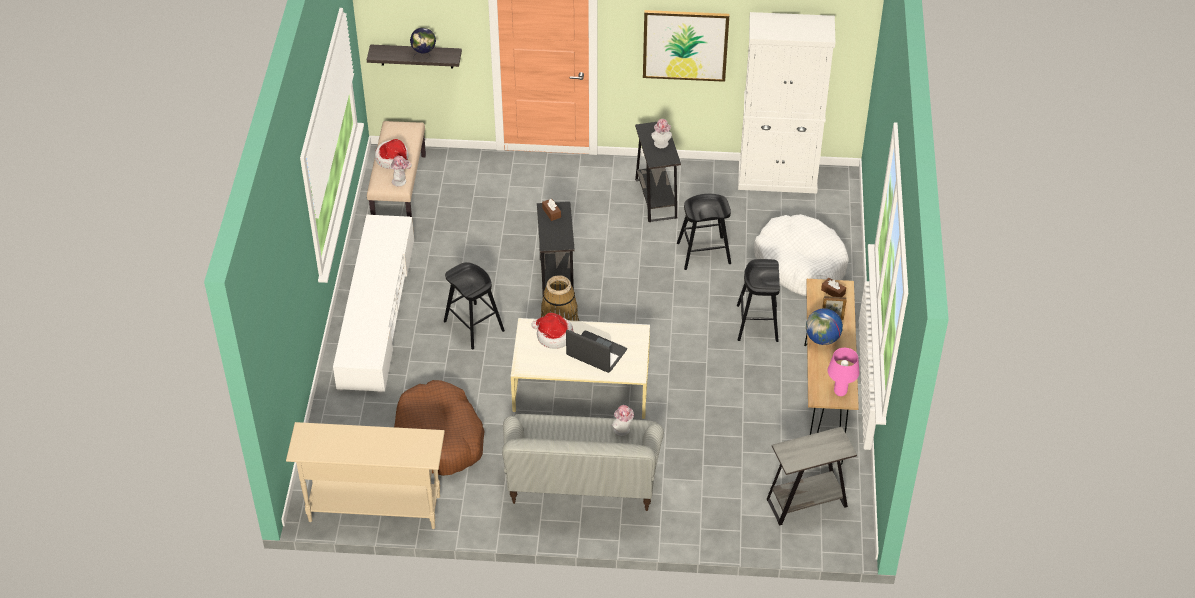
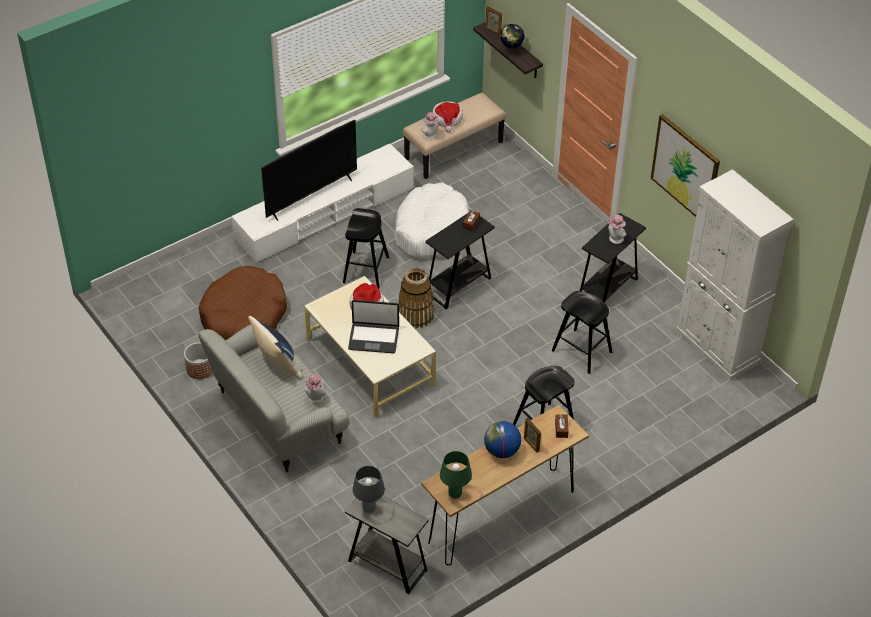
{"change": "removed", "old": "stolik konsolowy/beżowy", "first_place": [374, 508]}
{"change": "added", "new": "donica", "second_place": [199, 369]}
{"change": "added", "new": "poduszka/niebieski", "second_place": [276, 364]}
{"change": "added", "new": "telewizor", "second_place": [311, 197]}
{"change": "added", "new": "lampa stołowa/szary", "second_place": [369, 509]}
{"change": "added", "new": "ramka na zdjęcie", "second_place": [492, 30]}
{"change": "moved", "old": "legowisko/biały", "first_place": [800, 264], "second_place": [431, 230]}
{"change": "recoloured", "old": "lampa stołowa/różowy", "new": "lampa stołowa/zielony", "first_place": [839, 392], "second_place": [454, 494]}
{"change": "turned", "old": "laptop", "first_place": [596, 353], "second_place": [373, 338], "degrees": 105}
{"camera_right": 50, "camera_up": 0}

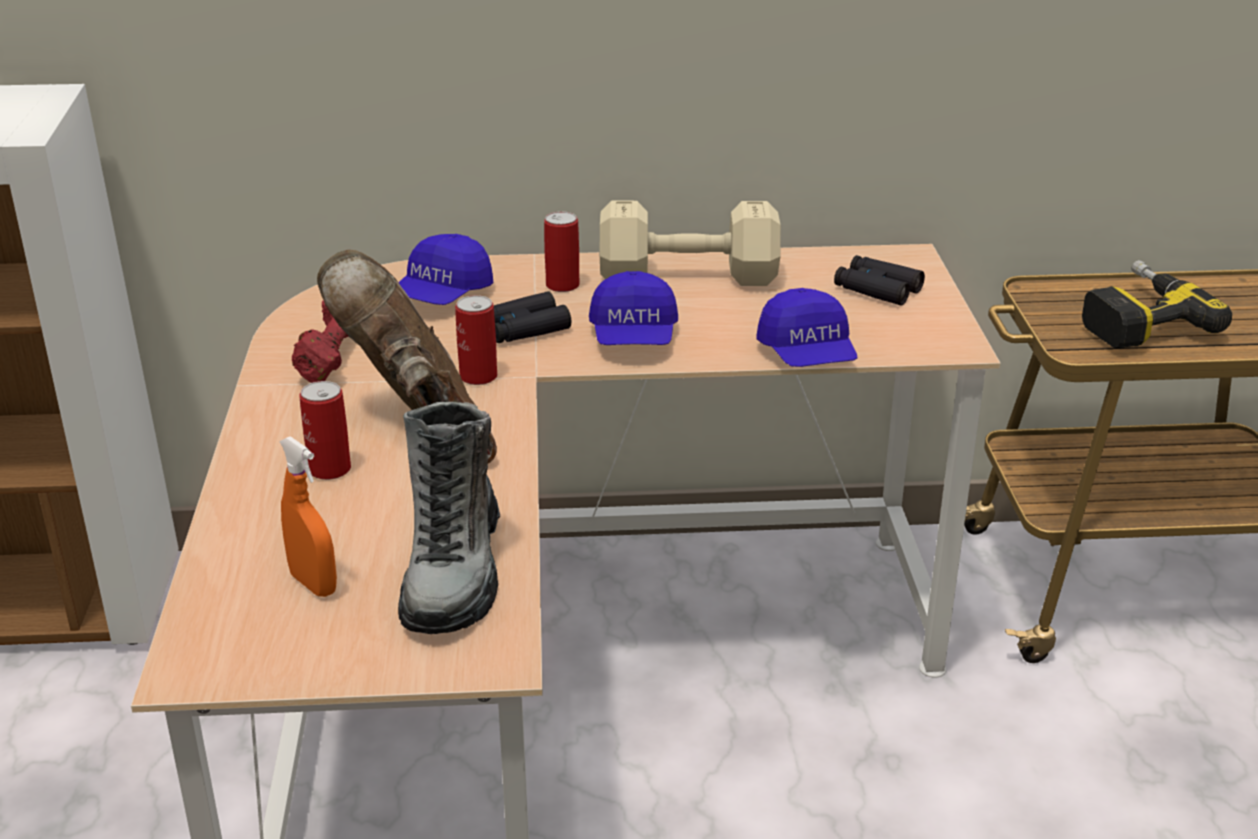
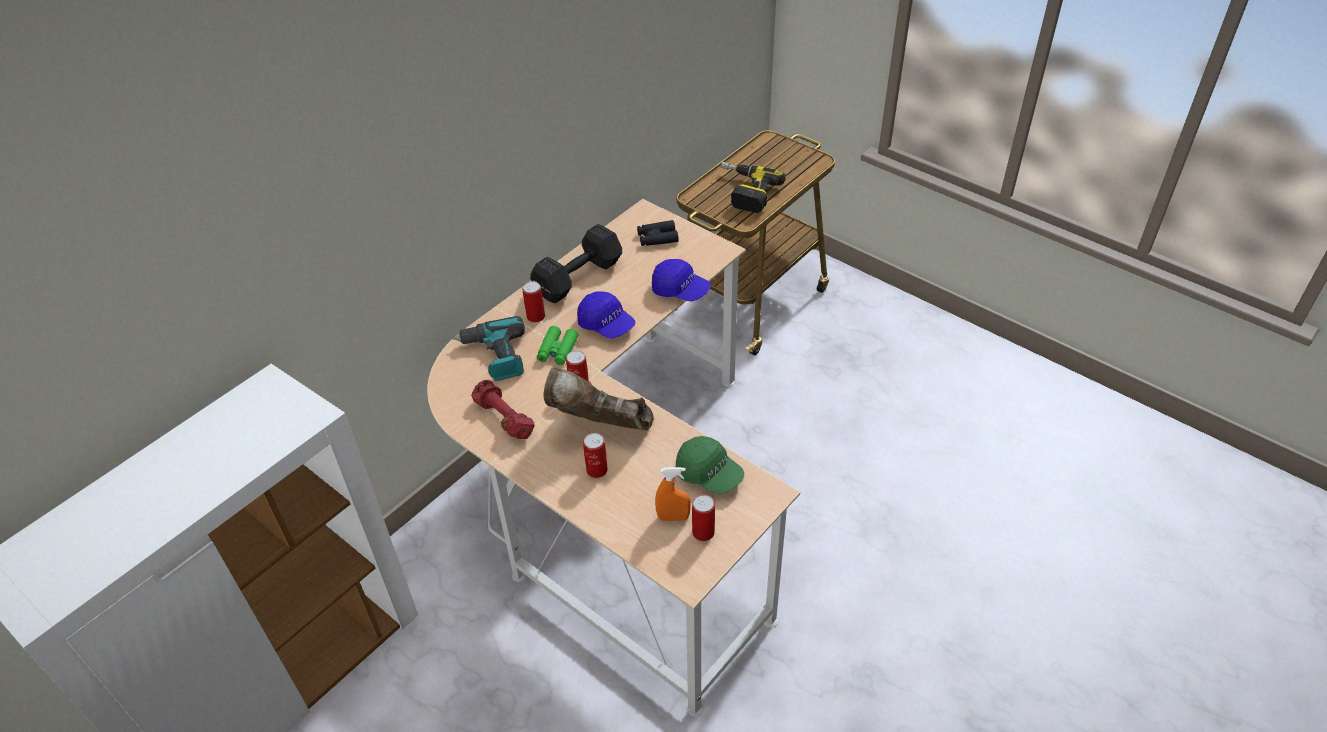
{"change": "added", "new": "puszka", "second_place": [703, 532]}
{"change": "replaced", "old": "czapka z daszkiem/niebieski", "new": "wiertarka", "first_place": [442, 296], "second_place": [495, 356]}
{"change": "replaced", "old": "but z cholewką", "new": "czapka z daszkiem/zielony", "first_place": [454, 571], "second_place": [709, 474]}
{"change": "recoloured", "old": "lornetka/czarny", "new": "lornetka/zielony", "first_place": [523, 329], "second_place": [557, 350]}
{"change": "recoloured", "old": "hantel/beżowy", "new": "hantel/czarny", "first_place": [684, 276], "second_place": [576, 278]}
{"camera_right": -45, "camera_up": 15}

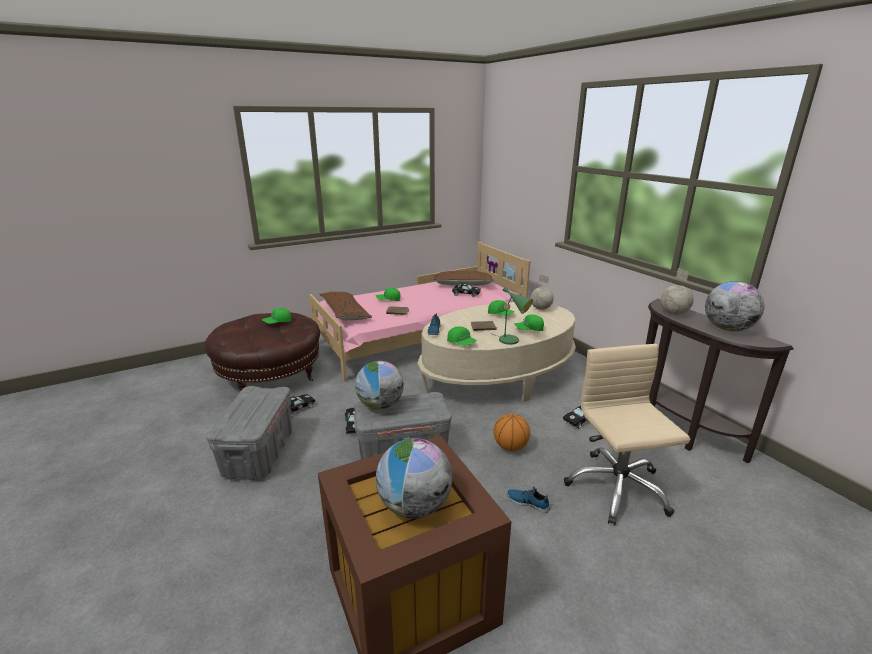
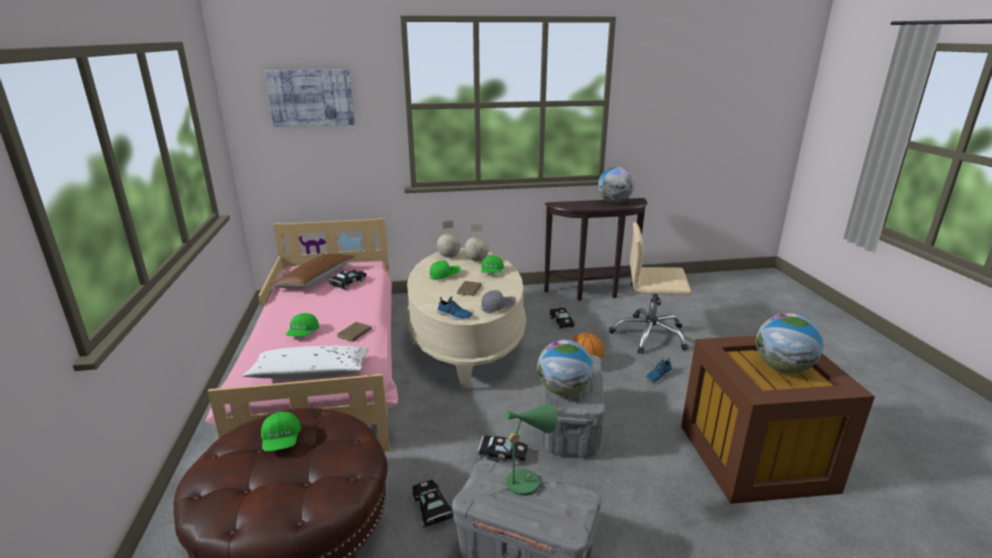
{"change": "added", "new": "obraz", "second_place": [311, 98]}
{"change": "moved", "old": "lampa stołowa/zielony", "first_place": [512, 341], "second_place": [526, 480]}
{"change": "moved", "old": "globus", "first_place": [673, 313], "second_place": [476, 260]}
{"change": "recoloured", "old": "poduszka/brązowy", "new": "poduszka/biały", "first_place": [345, 313], "second_place": [311, 373]}
{"change": "recoloured", "old": "czapka z daszkiem/zielony", "new": "czapka z daszkiem/szary", "first_place": [461, 343], "second_place": [498, 307]}
{"camera_right": -70, "camera_up": 0}

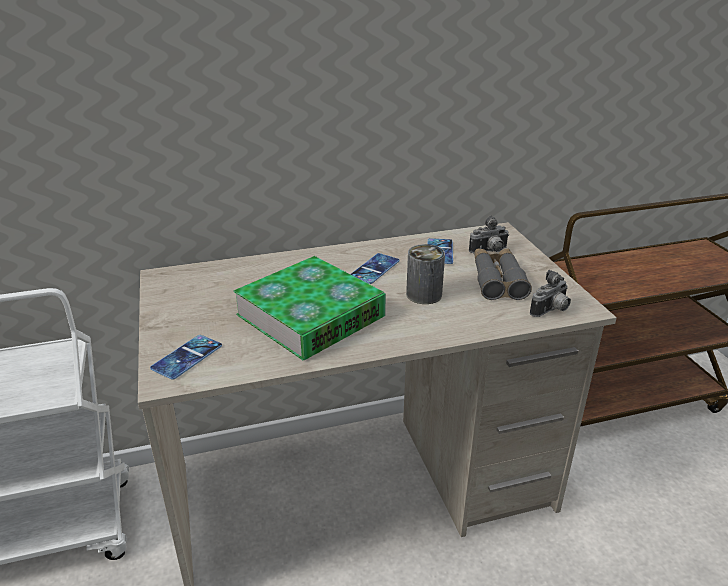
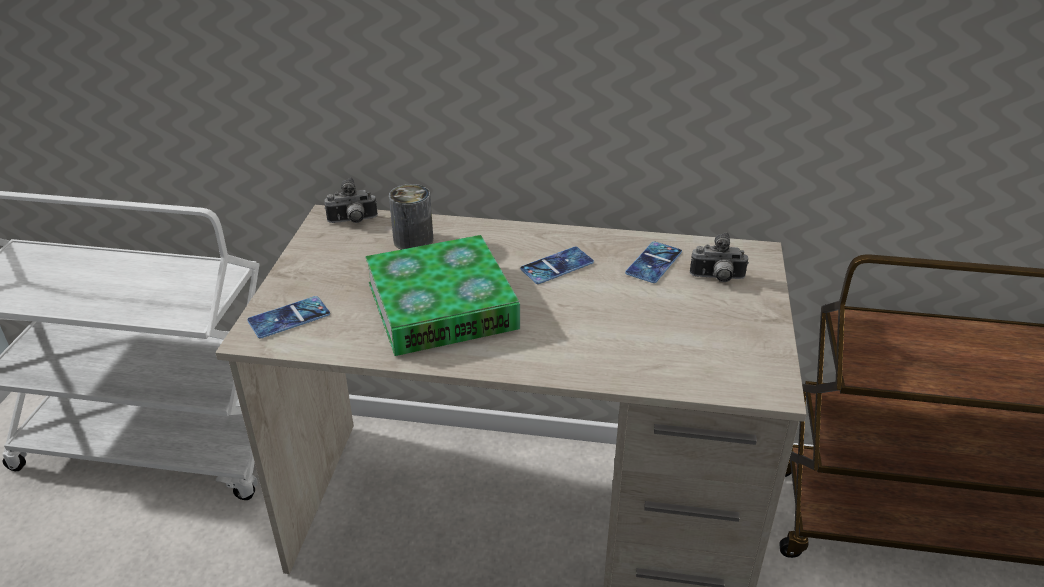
{"change": "removed", "old": "lornetka/szary", "first_place": [497, 280]}
{"change": "moved", "old": "puszka", "first_place": [424, 294], "second_place": [413, 240]}
{"change": "moved", "old": "aparat fotograficzny", "first_place": [551, 311], "second_place": [353, 221]}
{"camera_right": 25, "camera_up": 5}

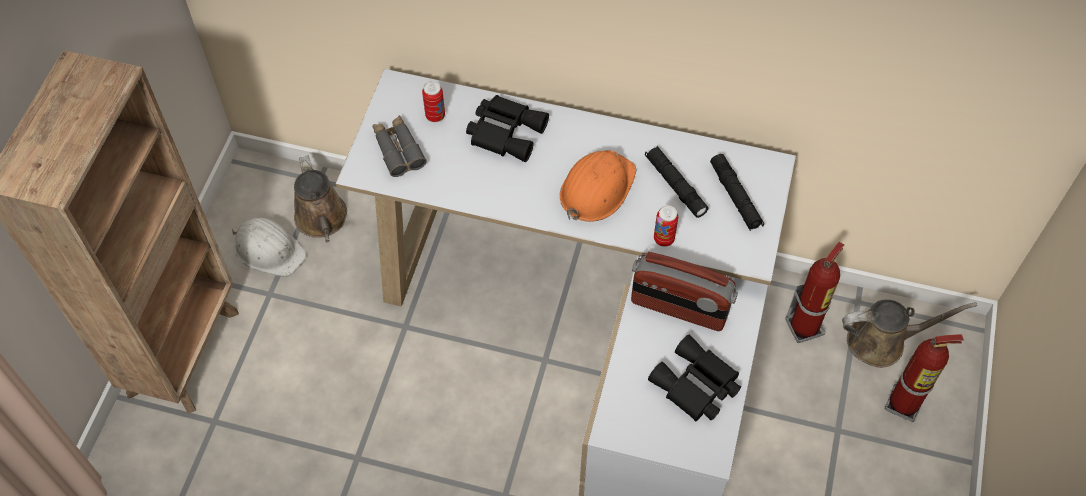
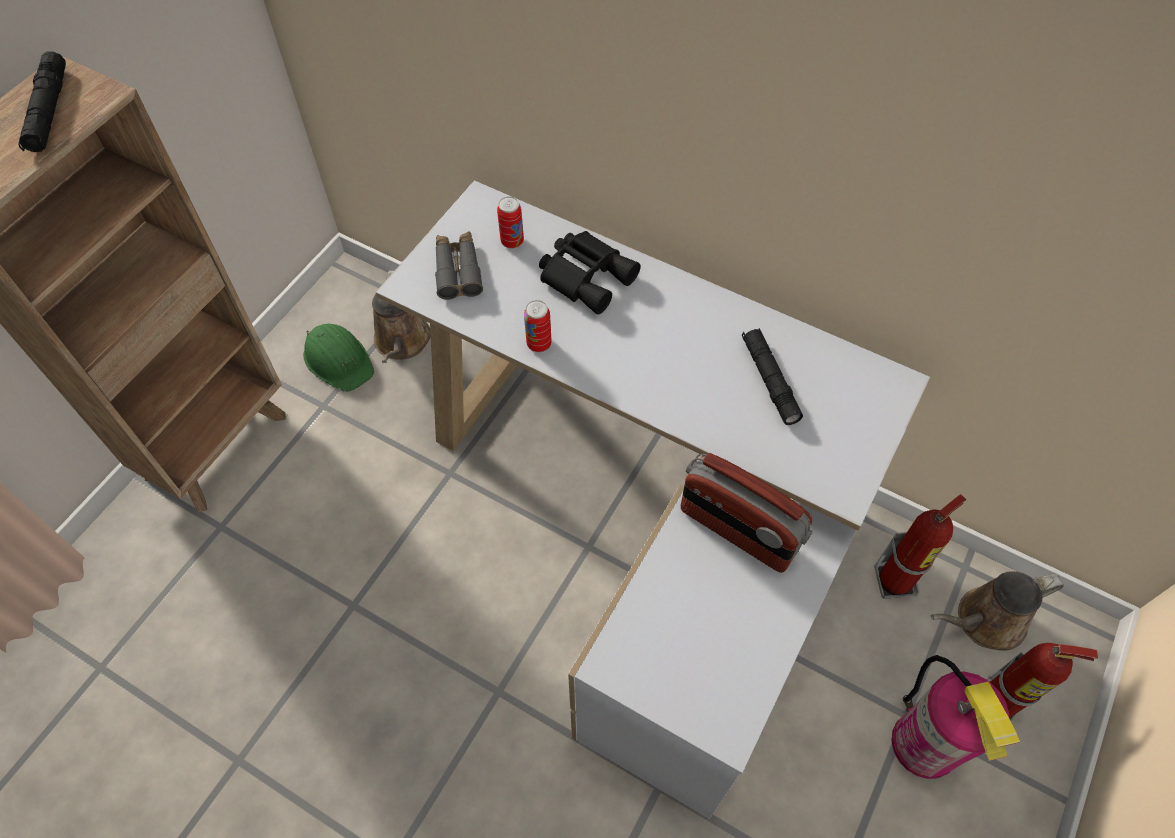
{"change": "removed", "old": "kask/pomarańczowy", "first_place": [596, 188]}
{"change": "removed", "old": "lornetka/czarny", "first_place": [695, 386]}
{"change": "added", "new": "gaśnica", "second_place": [925, 744]}
{"change": "moved", "old": "puszka", "first_place": [664, 239], "second_place": [539, 344]}
{"change": "moved", "old": "latarka/czarny", "first_place": [735, 197], "second_place": [49, 111]}
{"change": "recoloured", "old": "kask/biały", "new": "kask/zielony", "first_place": [269, 249], "second_place": [338, 360]}
{"change": "turned", "old": "konewka/brązowy", "first_place": [882, 341], "second_place": [984, 621], "degrees": 150}
{"camera_right": 15, "camera_up": 0}

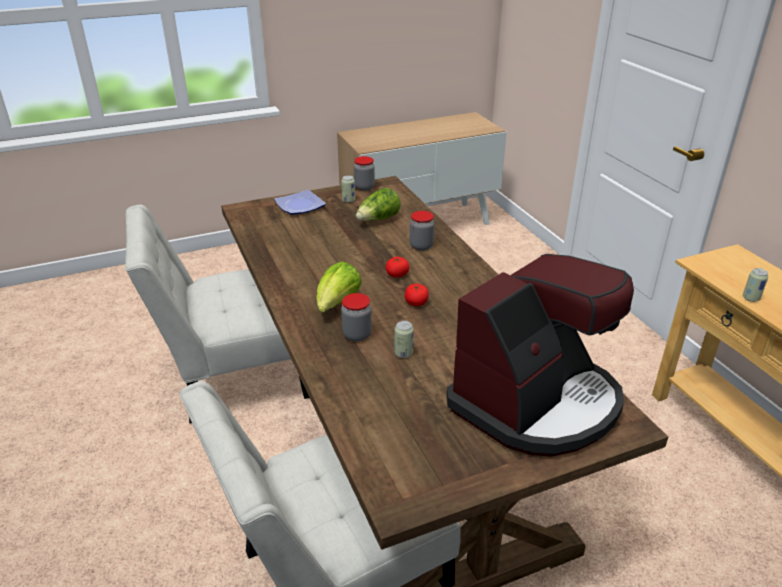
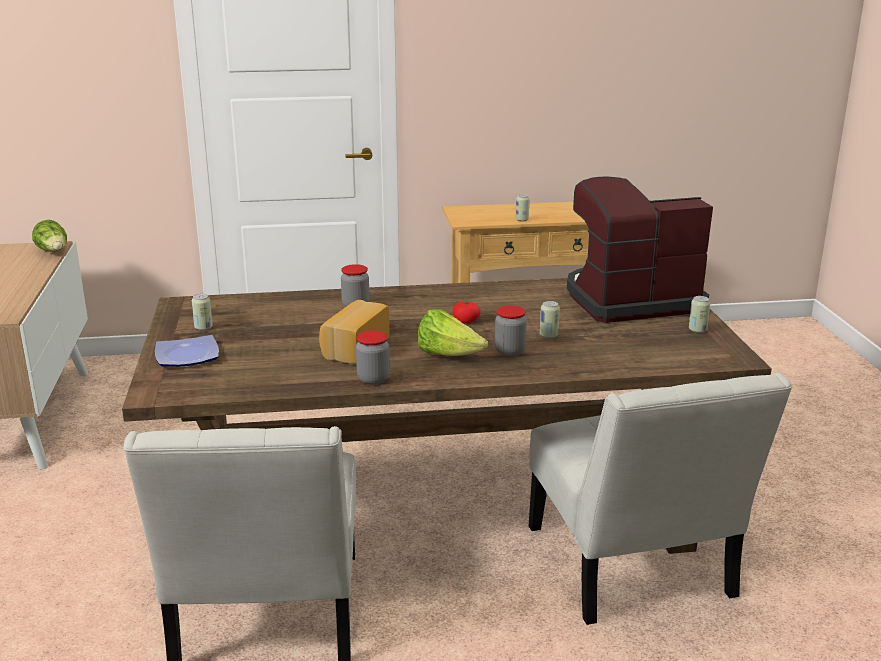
{"change": "removed", "old": "pomidor", "first_place": [397, 274]}
{"change": "added", "new": "chleb", "second_place": [354, 348]}
{"change": "added", "new": "puszka", "second_place": [697, 330]}
{"change": "moved", "old": "słoik", "first_place": [364, 187], "second_place": [373, 379]}
{"change": "moved", "old": "sałata", "first_place": [378, 219], "second_place": [54, 252]}
{"change": "turned", "old": "ekspres do kawy", "first_place": [537, 402], "second_place": [629, 300], "degrees": -75}
{"camera_right": -75, "camera_up": -10}

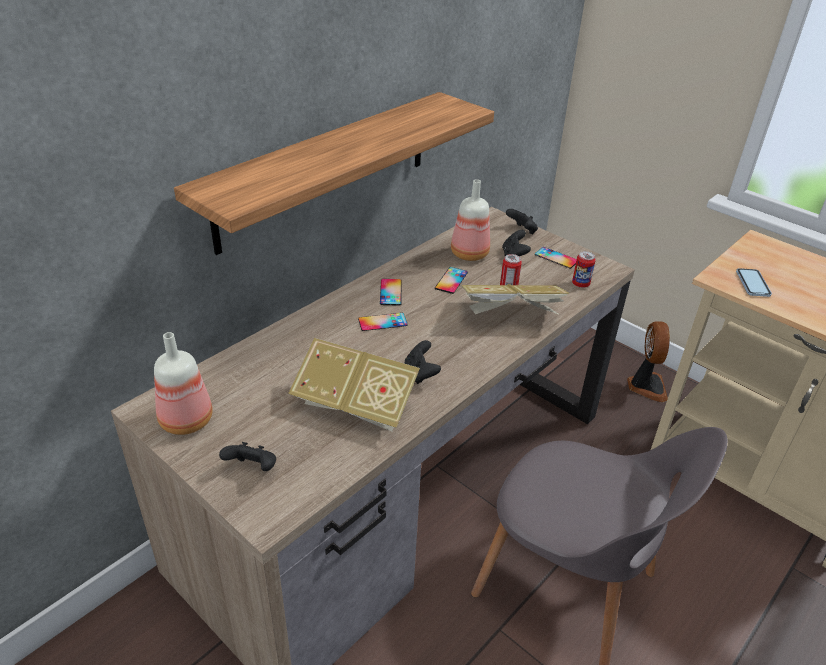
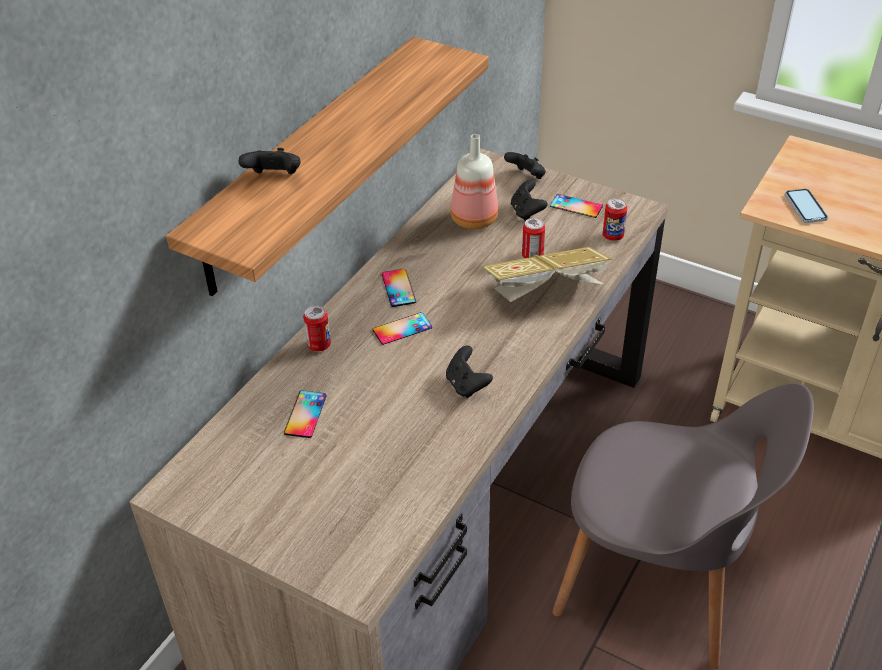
{"change": "removed", "old": "butelka", "first_place": [185, 420]}
{"change": "removed", "old": "książka", "first_place": [356, 404]}
{"change": "removed", "old": "wentylator", "first_place": [646, 386]}
{"change": "added", "new": "puszka", "second_place": [319, 345]}
{"change": "moved", "old": "pad do gier/czarny", "first_place": [253, 468], "second_place": [274, 178]}
{"change": "moved", "old": "telefon", "first_place": [451, 280], "second_place": [305, 414]}
{"camera_right": -10, "camera_up": 5}

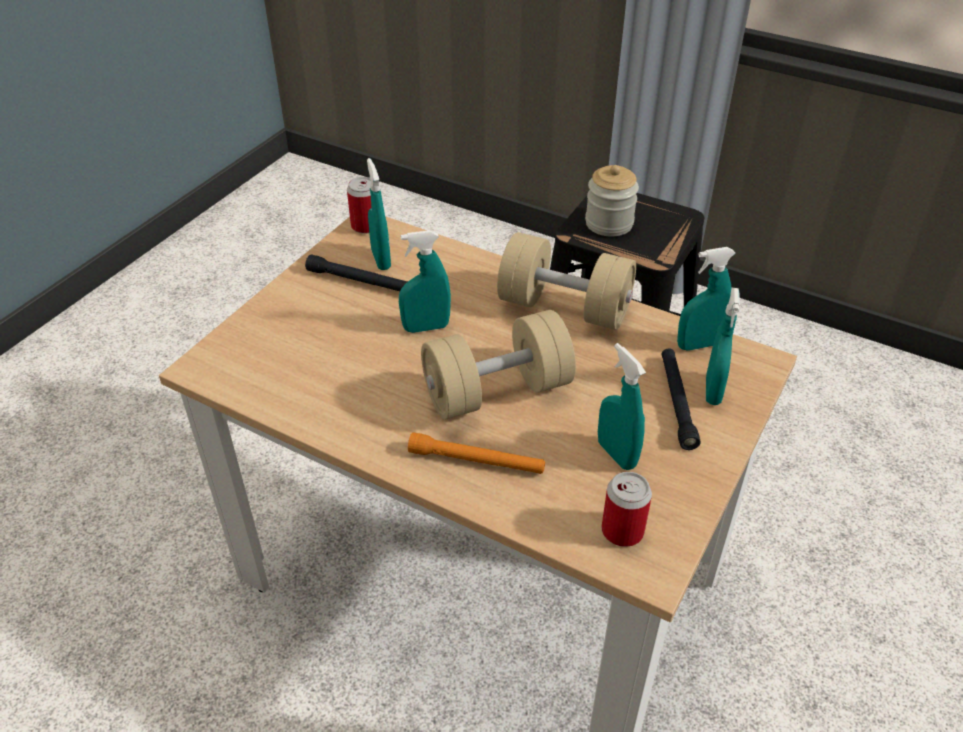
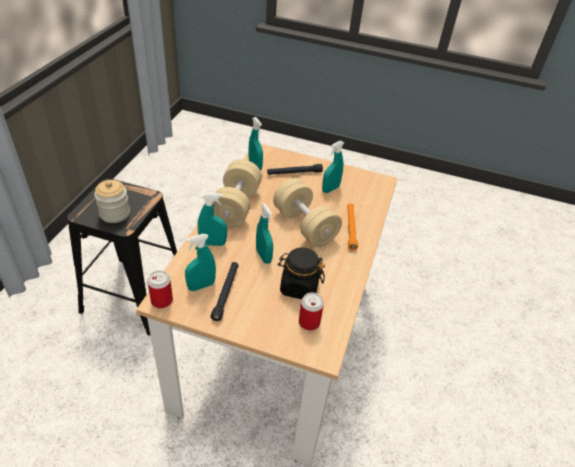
{"change": "added", "new": "słoik/czarny", "second_place": [299, 287]}
{"change": "moved", "old": "puszka", "first_place": [622, 531], "second_place": [309, 322]}
{"change": "moved", "old": "spryskiwacz/turkusowy", "first_place": [713, 391], "second_place": [213, 243]}
{"camera_right": -105, "camera_up": 0}

